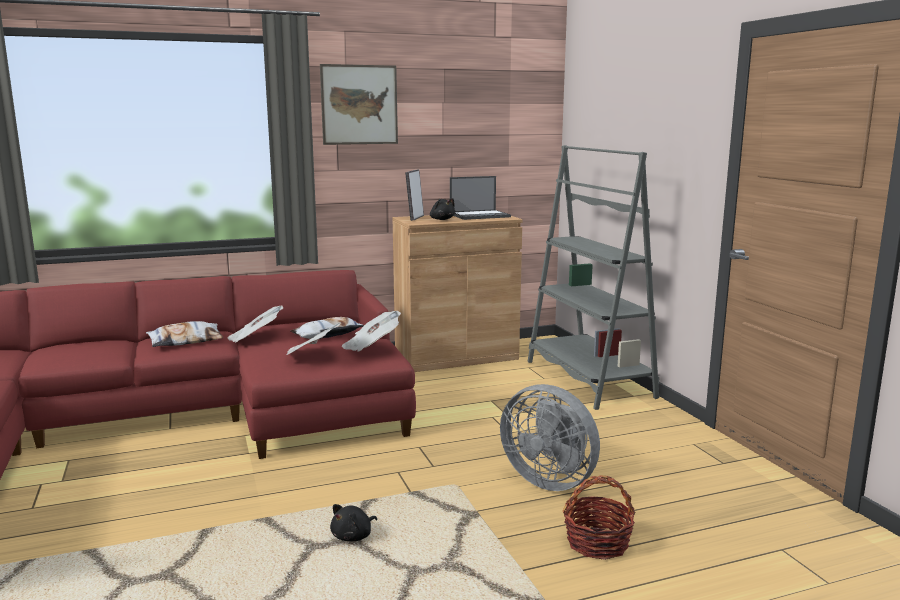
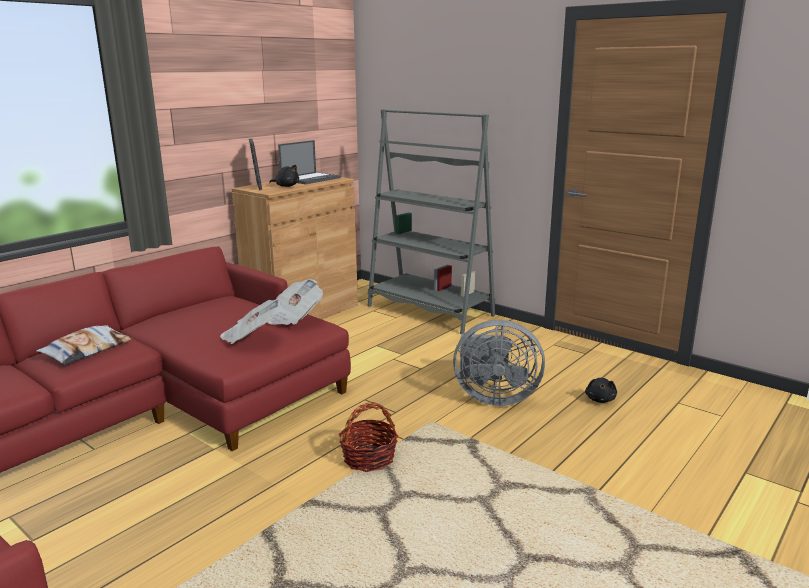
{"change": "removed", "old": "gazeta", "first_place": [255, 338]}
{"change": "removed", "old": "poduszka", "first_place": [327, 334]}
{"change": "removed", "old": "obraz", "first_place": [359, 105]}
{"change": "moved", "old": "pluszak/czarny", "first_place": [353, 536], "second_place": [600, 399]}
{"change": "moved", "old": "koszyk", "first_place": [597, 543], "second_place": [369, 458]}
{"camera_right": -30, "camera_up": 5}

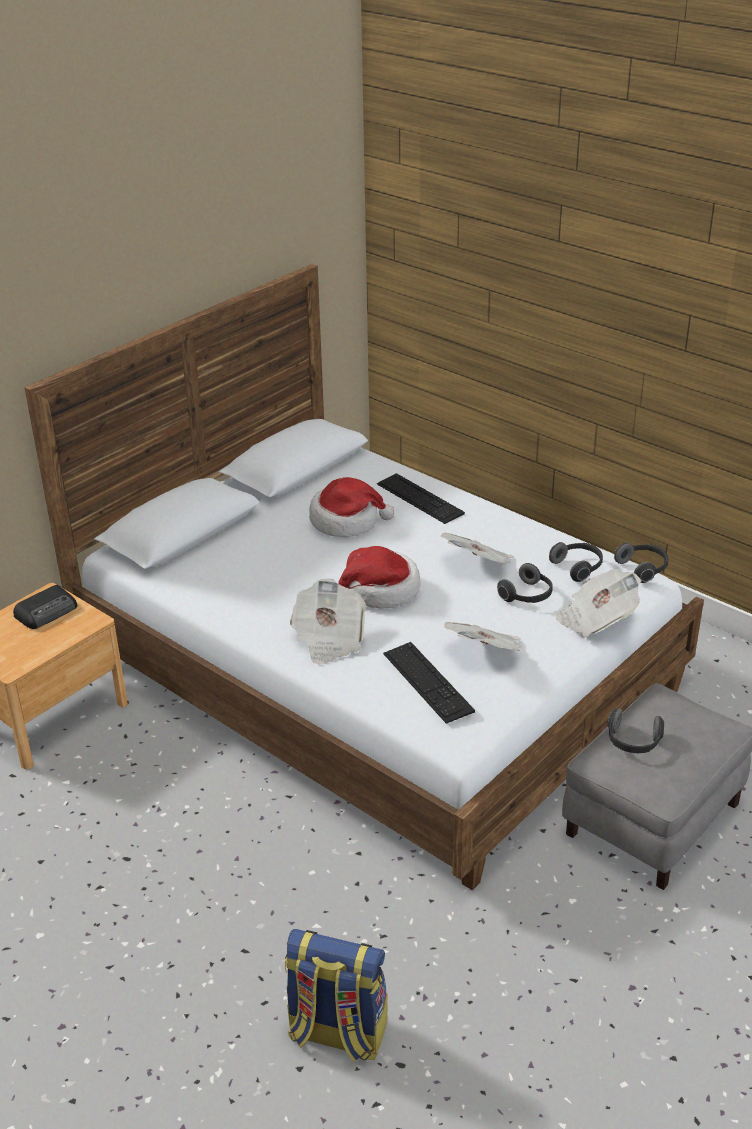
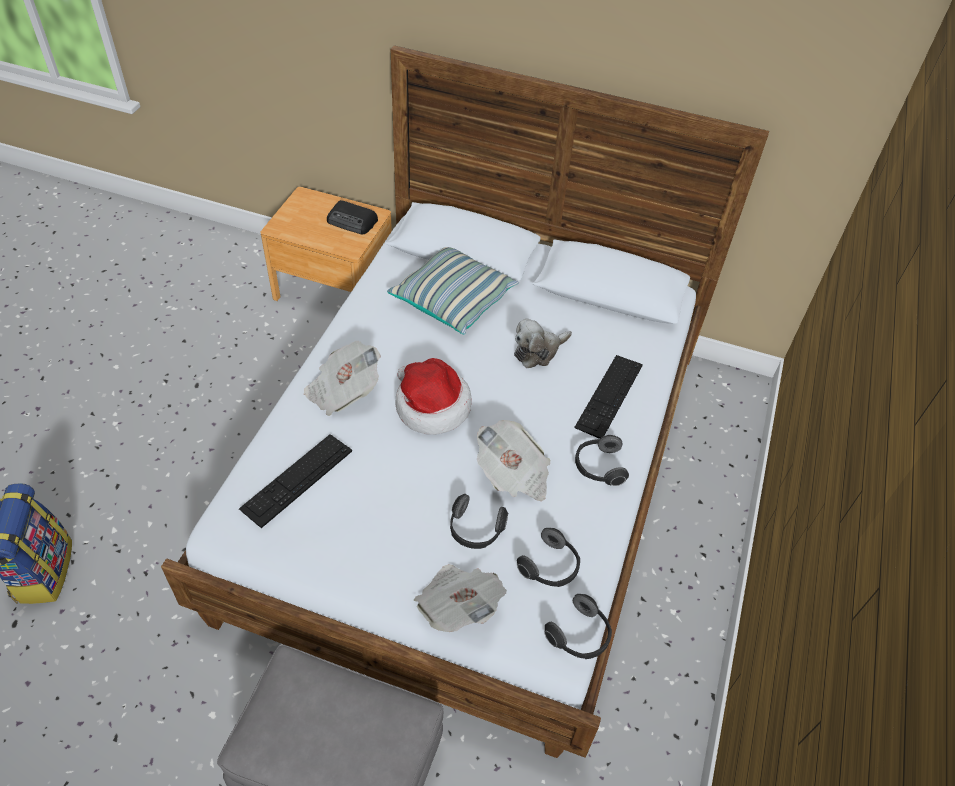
{"change": "removed", "old": "gazeta", "first_place": [486, 652]}
{"change": "added", "new": "poduszka", "second_place": [453, 300]}
{"change": "moved", "old": "słuchawki", "first_place": [633, 743], "second_place": [598, 467]}
{"change": "replaced", "old": "kapelusz", "new": "pluszak", "first_place": [346, 521], "second_place": [538, 351]}
{"camera_right": 65, "camera_up": 15}

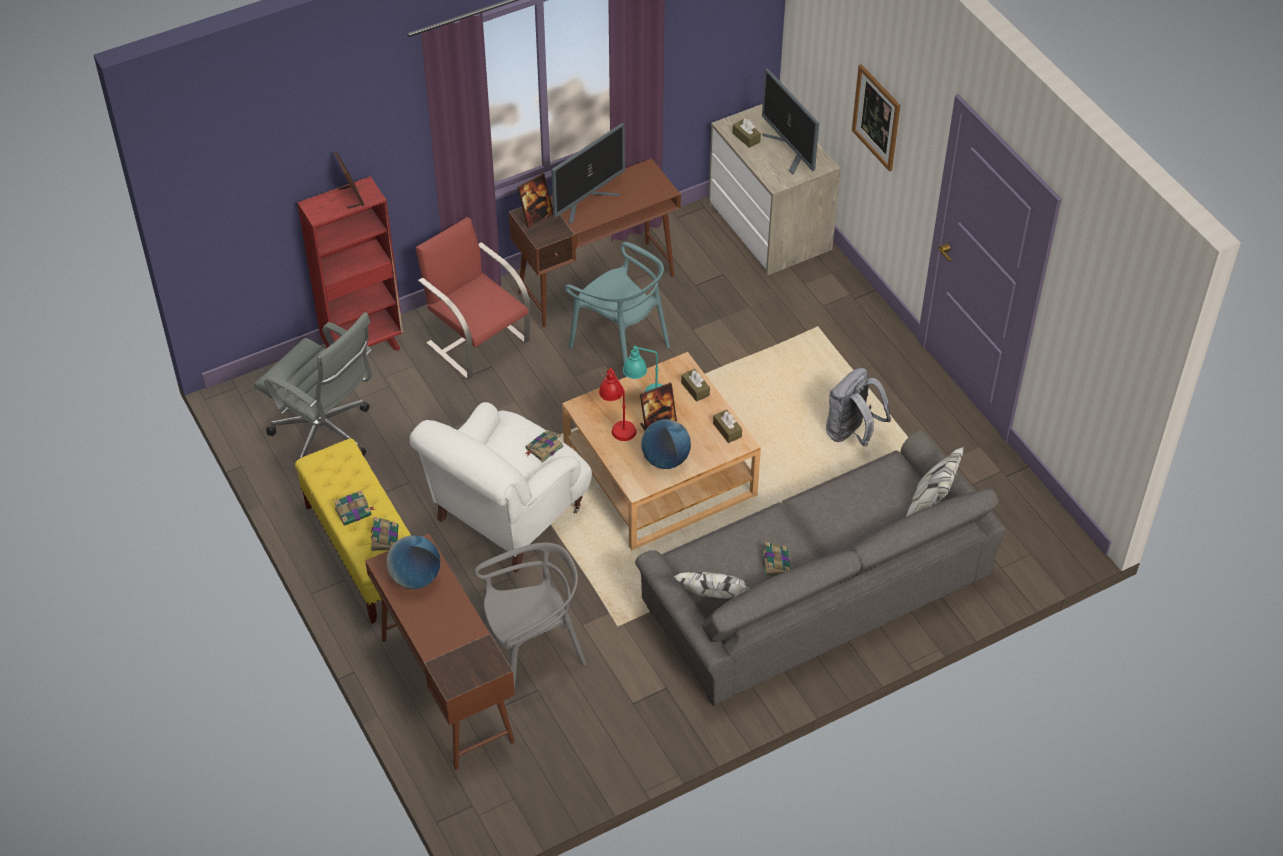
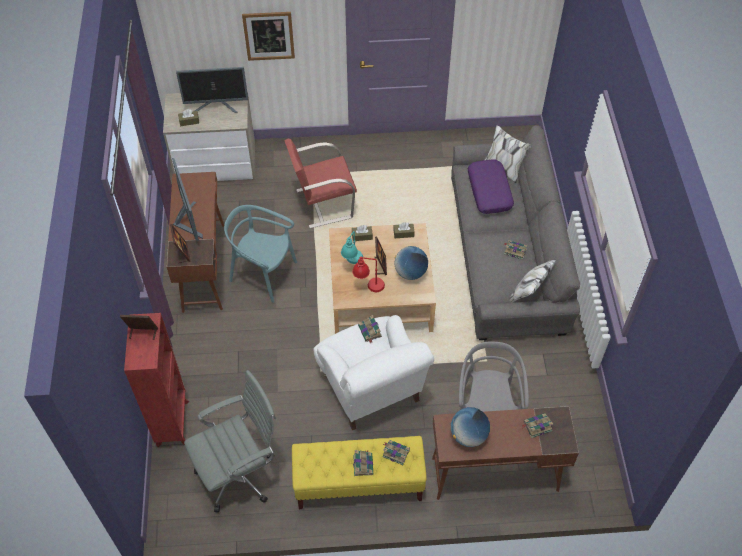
{"change": "removed", "old": "plecak/szary", "first_place": [852, 433]}
{"change": "added", "new": "poduszka/fioletowy", "second_place": [489, 191]}
{"change": "added", "new": "książka", "second_place": [537, 426]}
{"change": "moved", "old": "krzesło/czerwony", "first_place": [477, 341], "second_place": [322, 204]}
{"change": "turned", "old": "krzesło/turkusowy", "first_place": [620, 344], "second_place": [263, 274], "degrees": -135}
{"camera_right": -65, "camera_up": 5}

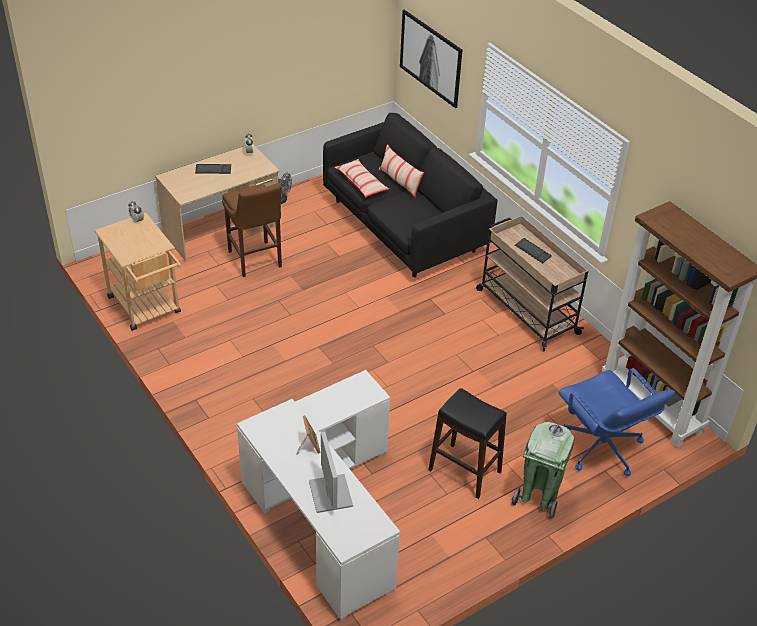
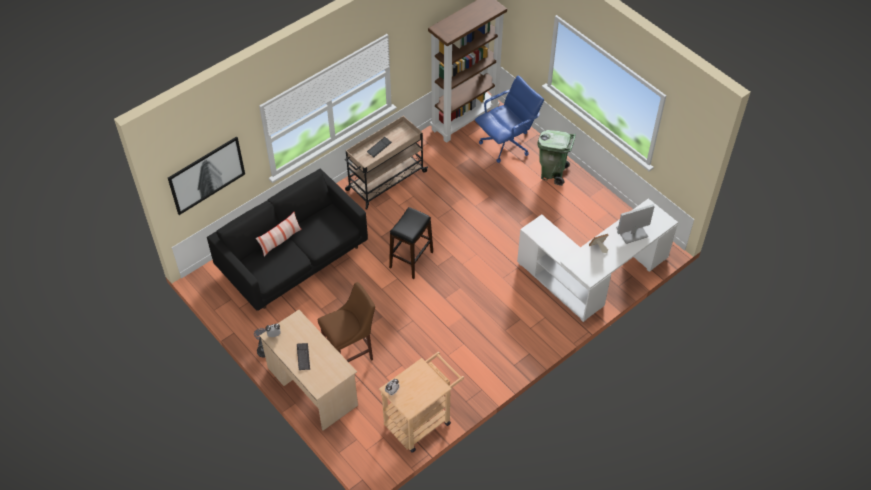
{"change": "removed", "old": "poduszka", "first_place": [361, 183]}
{"change": "moved", "old": "stołek/czarny", "first_place": [465, 471], "second_place": [411, 259]}
{"camera_right": -95, "camera_up": 10}

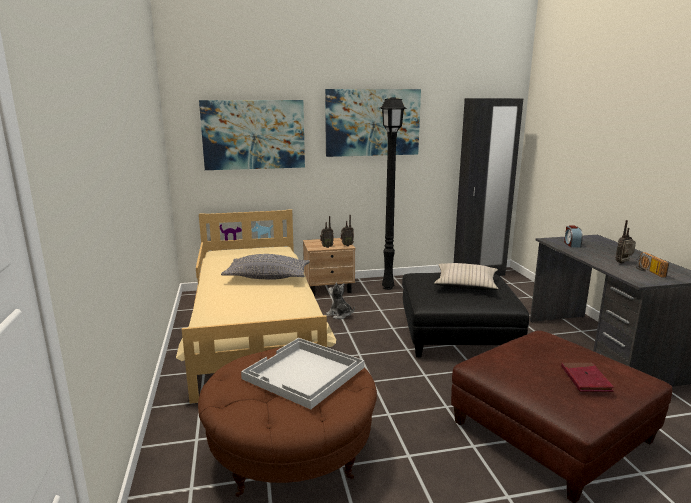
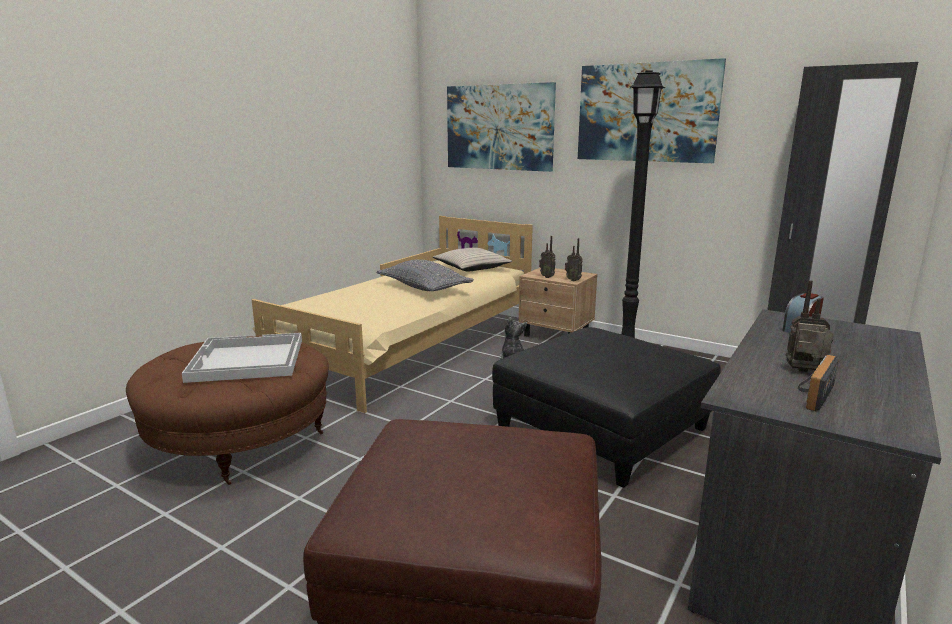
{"change": "removed", "old": "książka/czerwony", "first_place": [585, 379]}
{"change": "moved", "old": "poduszka/beżowy", "first_place": [466, 284], "second_place": [471, 267]}
{"camera_right": 45, "camera_up": 0}

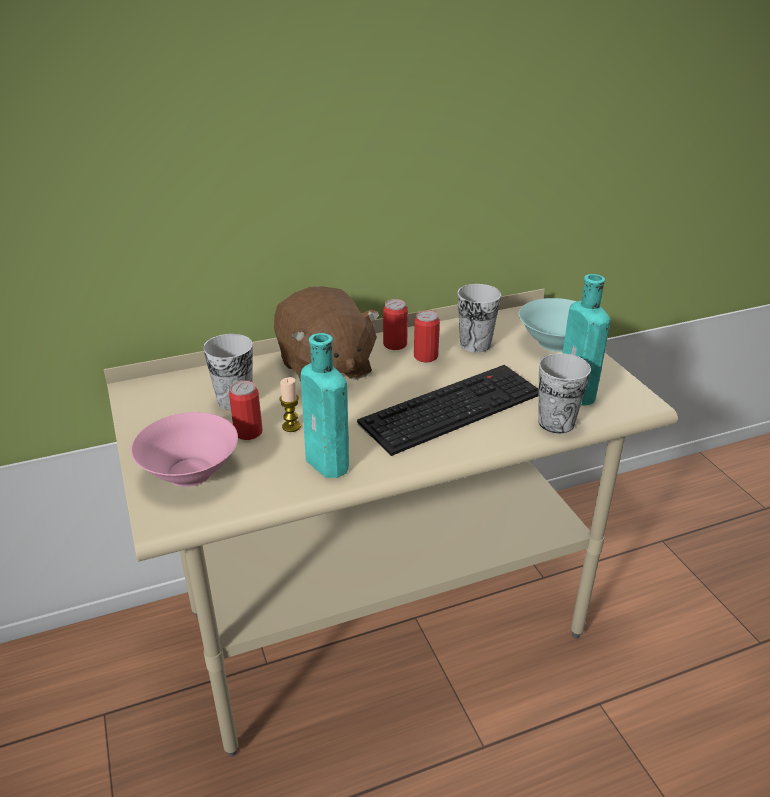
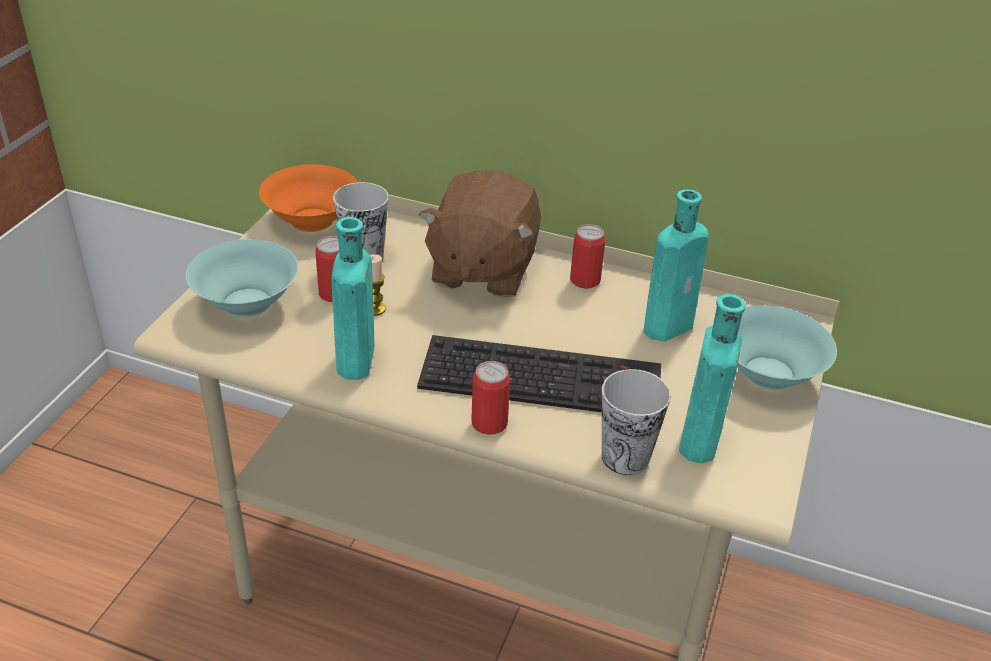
{"change": "added", "new": "miska/pomarańczowy", "second_place": [311, 220]}
{"change": "moved", "old": "puszka", "first_place": [425, 356], "second_place": [489, 423]}
{"change": "replaced", "old": "filiżanka", "new": "butelka/turkusowy", "first_place": [475, 344], "second_place": [670, 325]}
{"change": "recoloured", "old": "miska/różowy", "new": "miska/turkusowy", "first_place": [191, 472], "second_place": [247, 303]}
{"camera_right": 40, "camera_up": 5}

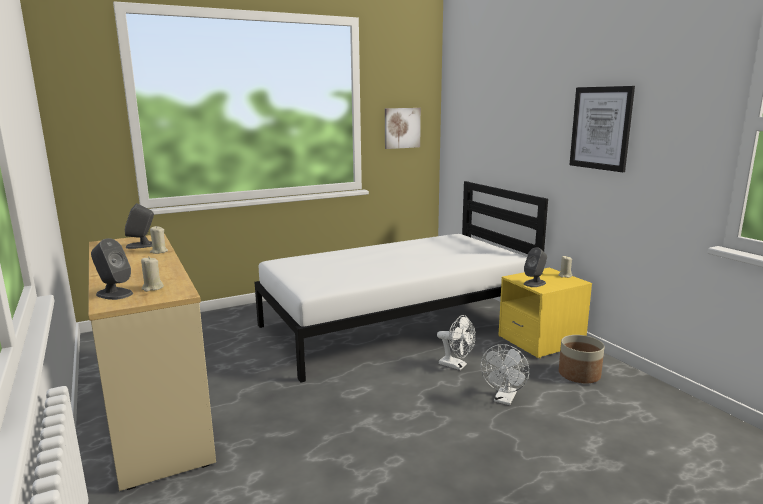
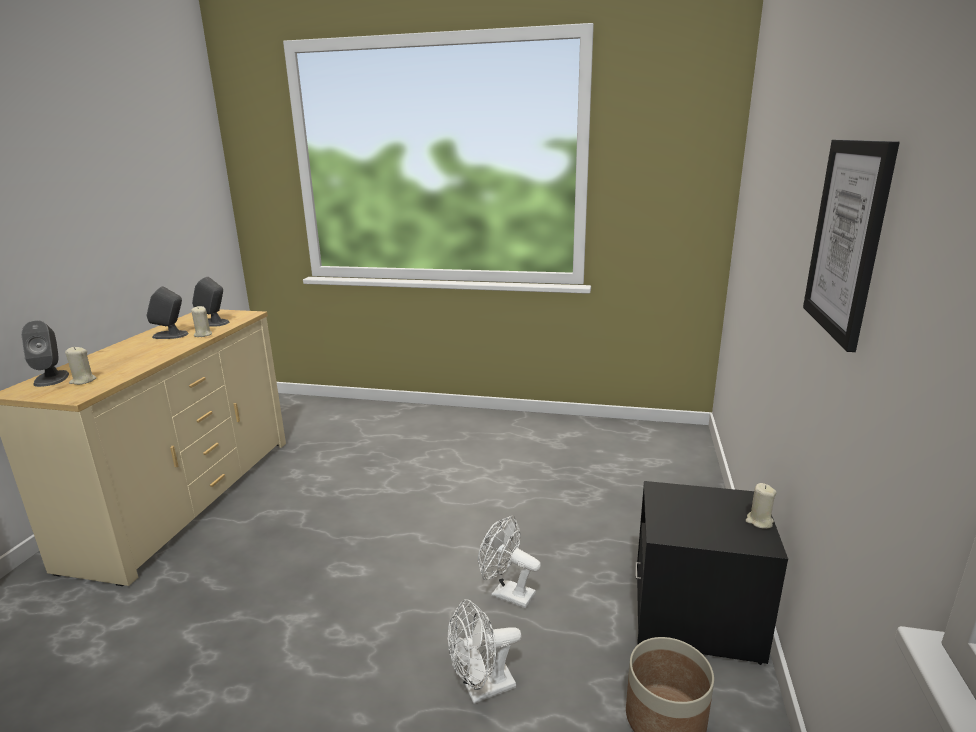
{"change": "removed", "old": "łóżko/biały", "first_place": [398, 324]}
{"change": "removed", "old": "obraz", "first_place": [401, 128]}
{"change": "moved", "old": "głośnik/szary", "first_place": [534, 283], "second_place": [171, 335]}
{"change": "recoloured", "old": "szafka nocna/żółty", "new": "szafka nocna/czarny", "first_place": [541, 341], "second_place": [696, 616]}
{"change": "turned", "old": "wentylator/biały", "first_place": [456, 365], "second_place": [506, 593], "degrees": 135}
{"camera_right": 40, "camera_up": 5}

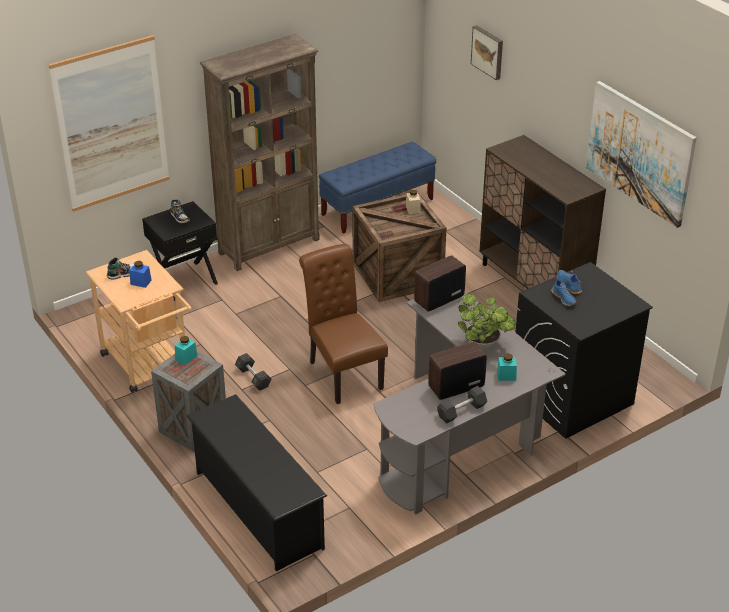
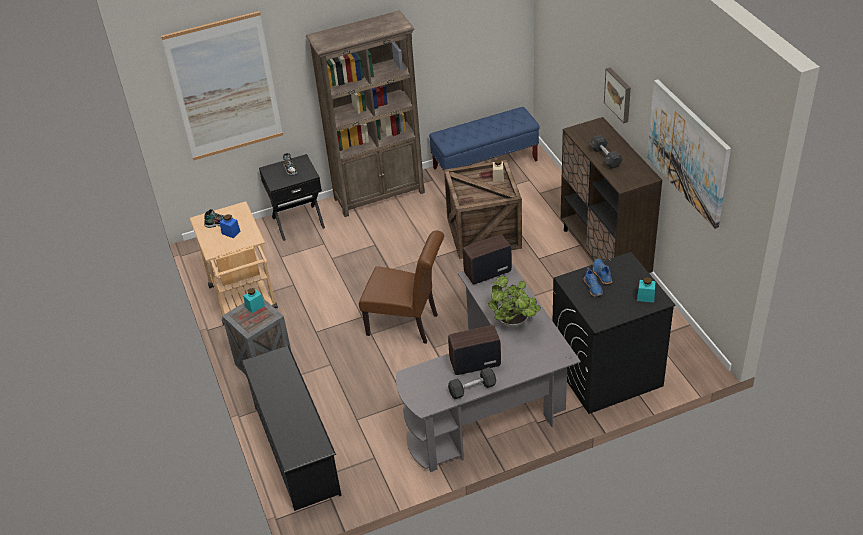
{"change": "moved", "old": "hantel/szary", "first_place": [253, 378], "second_place": [605, 157]}
{"change": "moved", "old": "obraz", "first_place": [488, 52], "second_place": [619, 94]}
{"change": "moved", "old": "słoik/turkusowy", "first_place": [506, 376], "second_place": [645, 297]}
{"change": "turned", "old": "krzesło/brązowy", "first_place": [342, 372], "second_place": [407, 325], "degrees": 120}
{"camera_right": 15, "camera_up": 5}

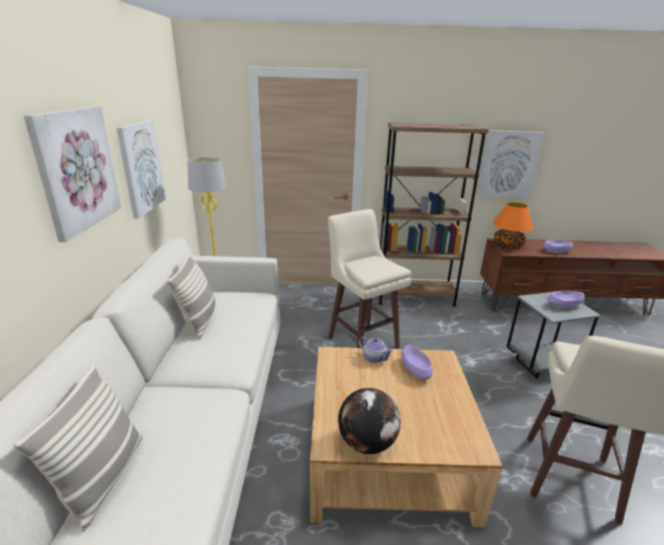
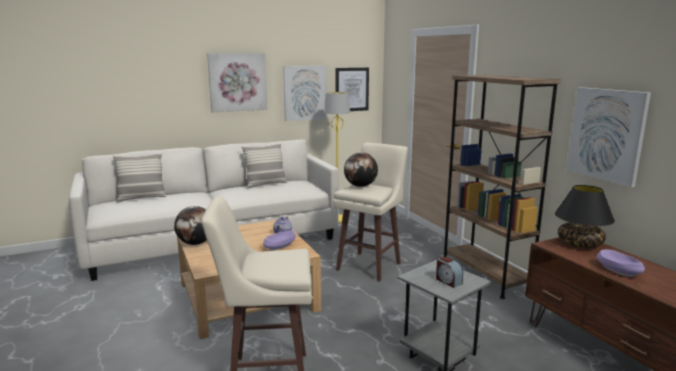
{"change": "added", "new": "obraz", "second_place": [351, 89]}
{"change": "added", "new": "globus", "second_place": [360, 186]}
{"change": "replaced", "old": "miska/fioletowy", "new": "budzik", "first_place": [564, 305], "second_place": [448, 281]}
{"change": "recoloured", "old": "lampa stołowa/pomarańczowy", "new": "lampa stołowa/czarny", "first_place": [508, 244], "second_place": [580, 244]}
{"camera_right": 65, "camera_up": -10}

